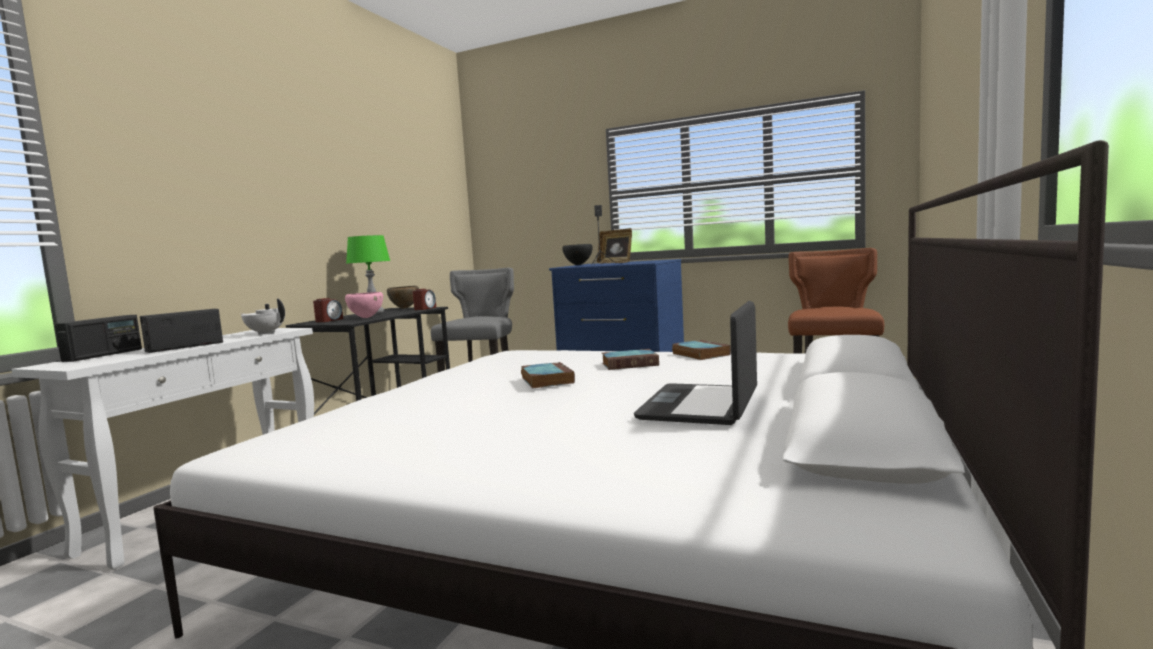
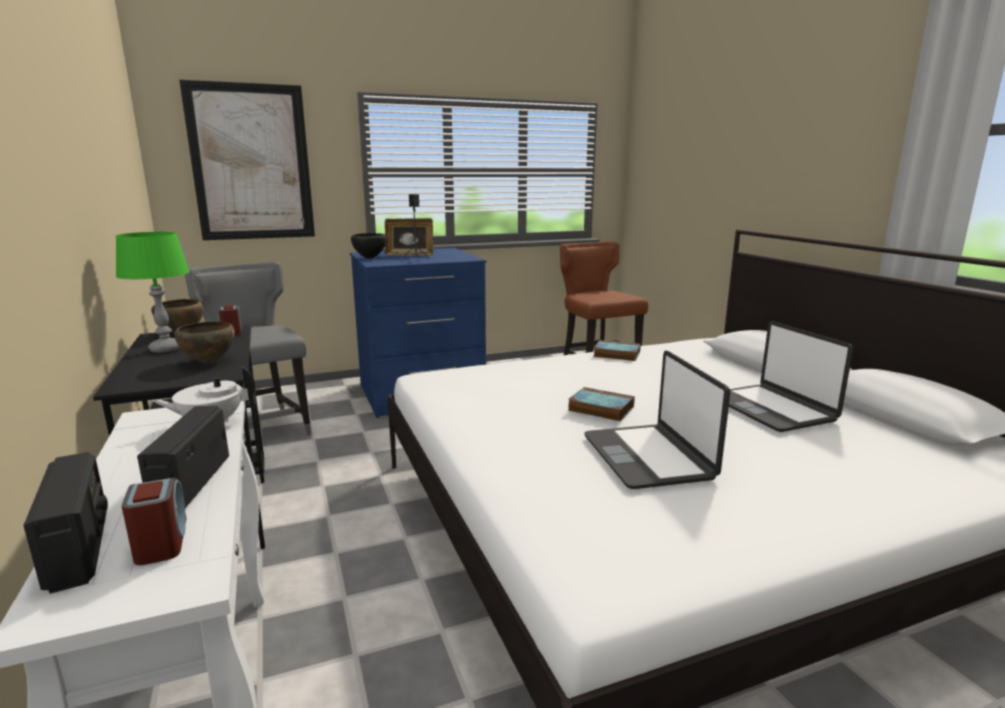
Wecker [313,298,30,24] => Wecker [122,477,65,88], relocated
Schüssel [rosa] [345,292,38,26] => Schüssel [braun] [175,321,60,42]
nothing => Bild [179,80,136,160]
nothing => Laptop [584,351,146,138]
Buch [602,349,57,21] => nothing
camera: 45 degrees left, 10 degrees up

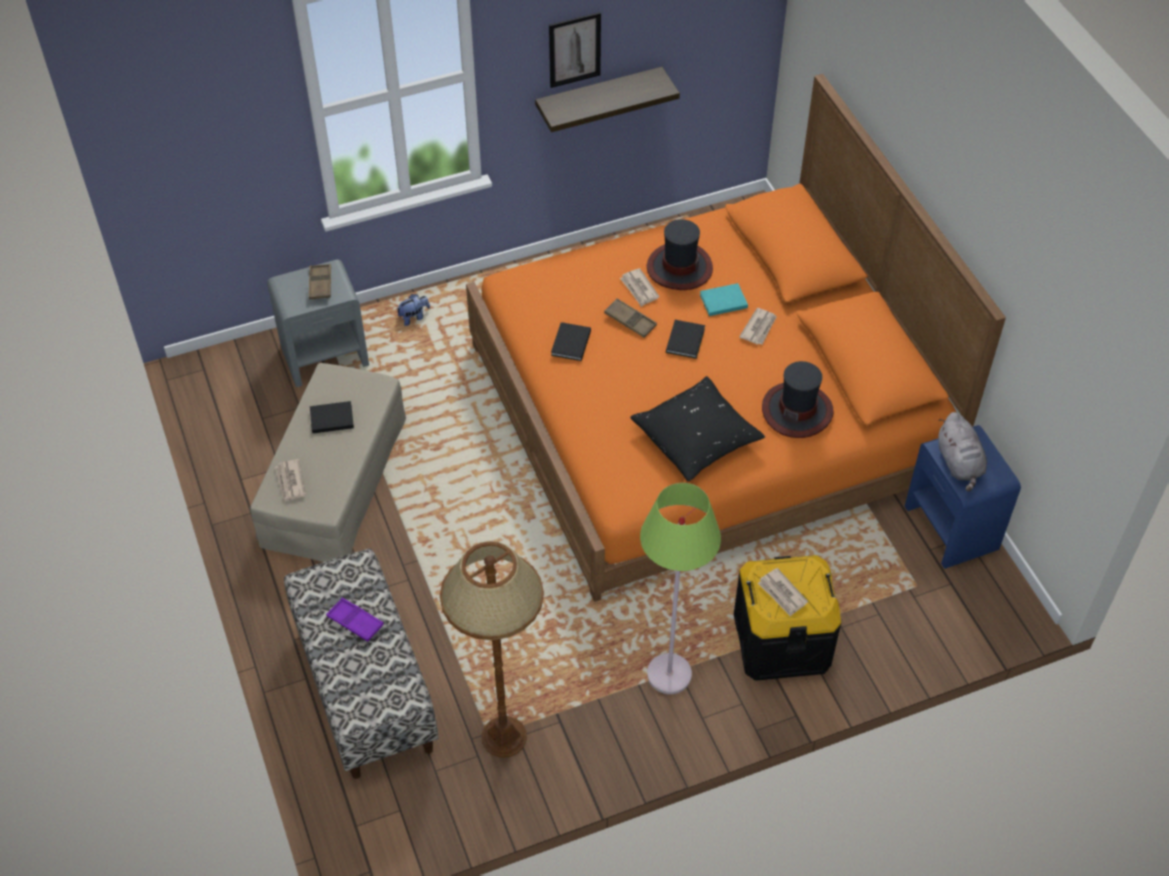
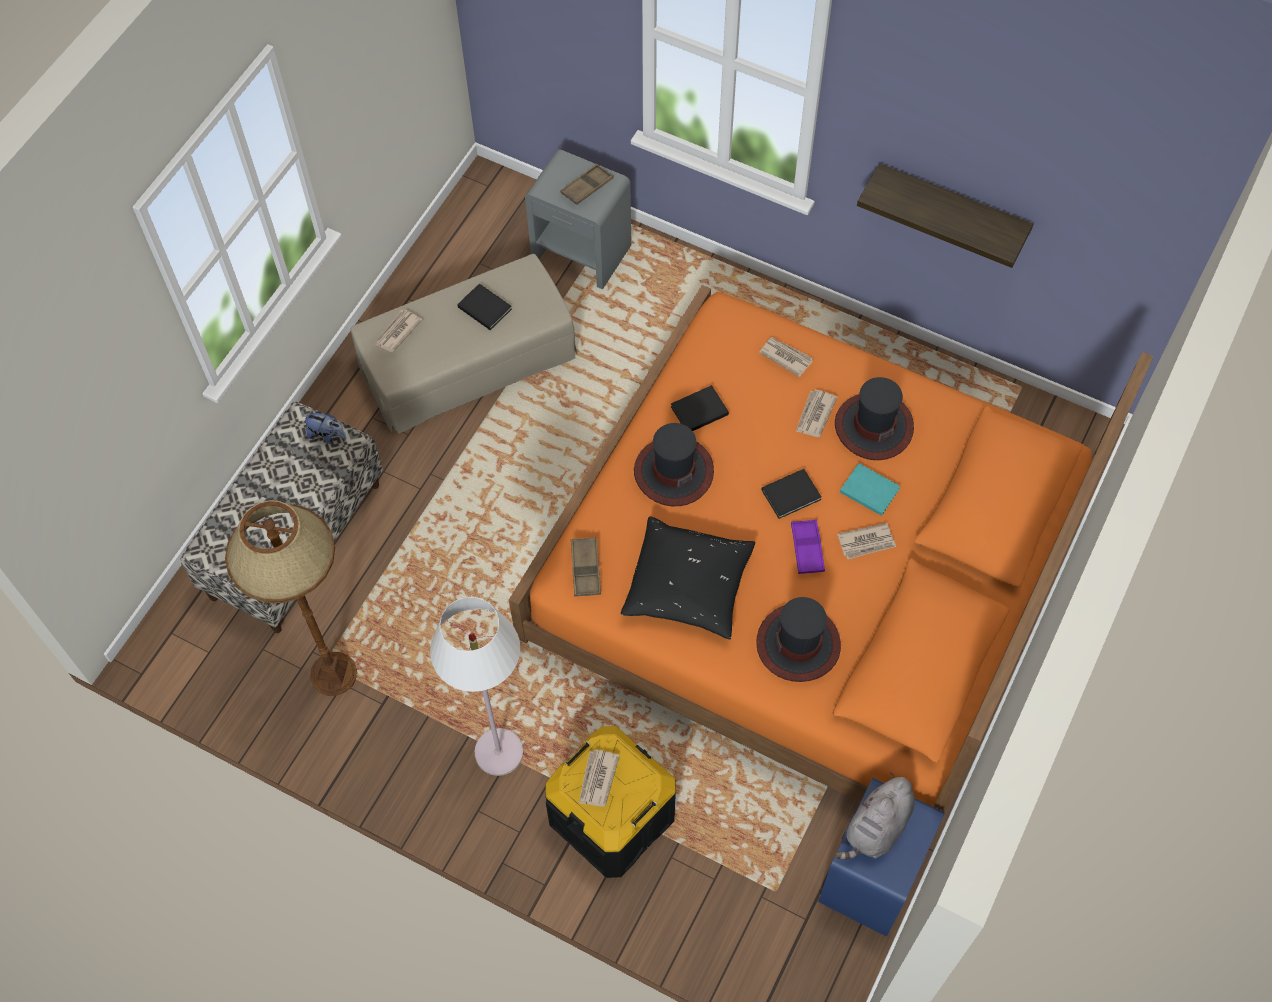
Plüschtier [396,294,34,32] => Plüschtier [303,413,43,31], relocated
Stehlampe [grün] [640,483,81,211] => Stehlampe [weiß] [430,597,93,179]
Tablett [braun] [604,298,53,40] => Tablett [braun] [571,537,30,59], relocated
nothing => Hut [634,423,80,83]
nothing => Zeitung [759,337,54,40]
Tablett [lila] [326,598,58,44] => Tablett [lila] [791,519,34,55], relocated
Bild [549,12,52,76] => nothing
camera: 50 degrees right, 10 degrees up

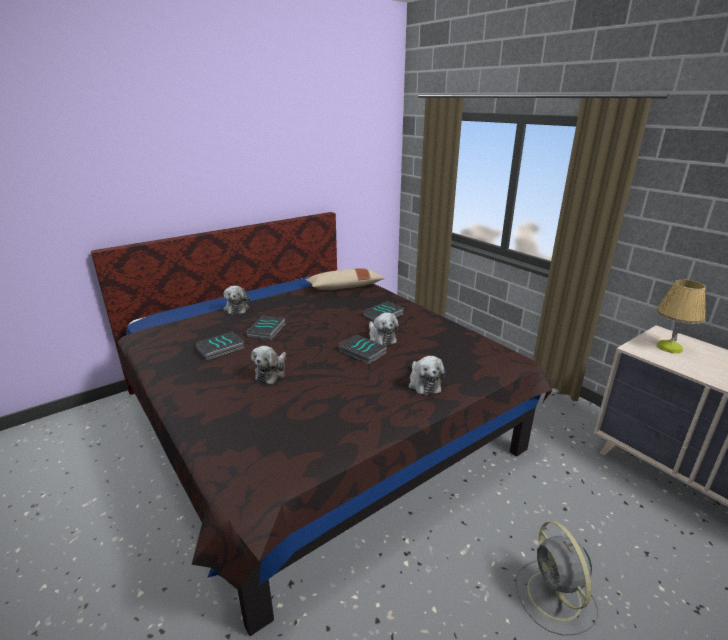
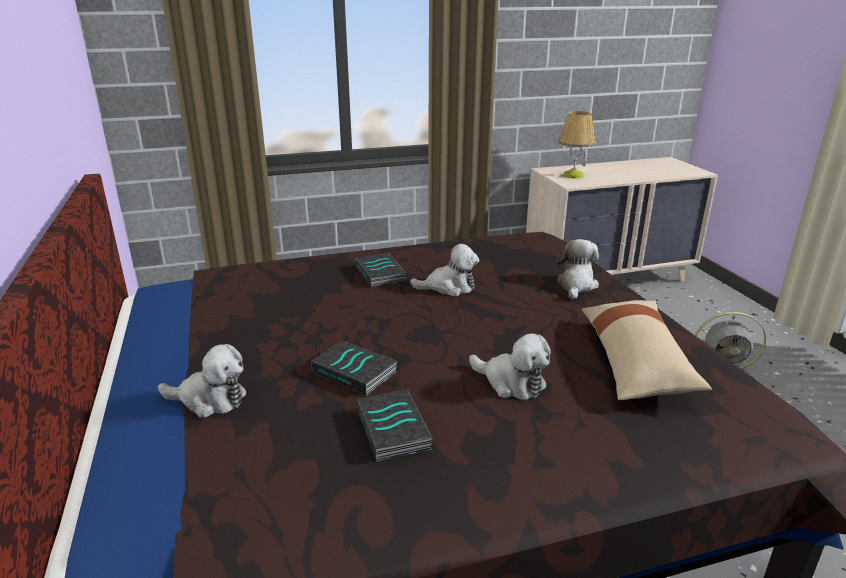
Plüschtier [409,356,37,39] => Plüschtier [556,239,43,60], 75 degrees counterclockwise
Kissen [beige] [306,268,79,22] => Kissen [beige] [582,300,130,100], relocated
Buch [339,335,48,29] => nothing
camera: 70 degrees left, 0 degrees up

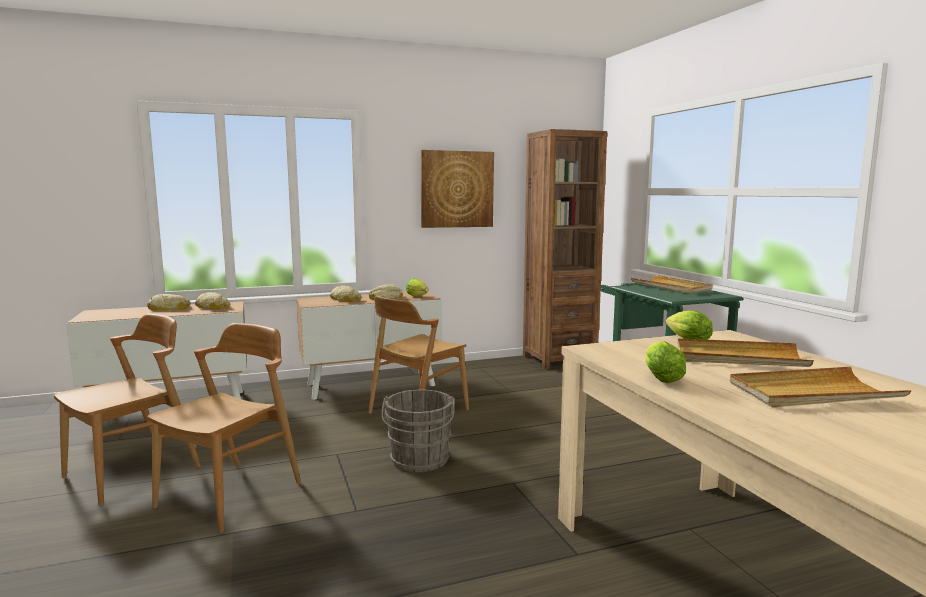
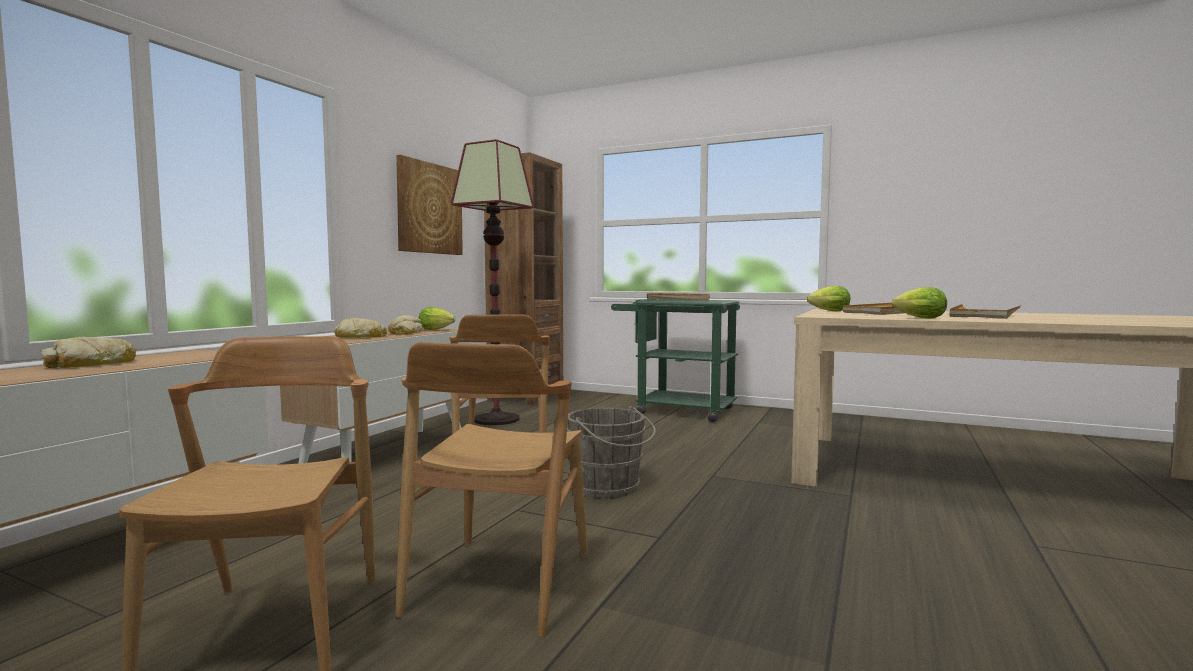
Stuhl [braun] [148,323,153,210] => Stuhl [braun] [395,342,193,295], 150 degrees counterclockwise
nothing => Stehlampe [451,139,83,286]
Brot [195,292,35,18] => nothing
camera: 45 degrees left, 5 degrees down

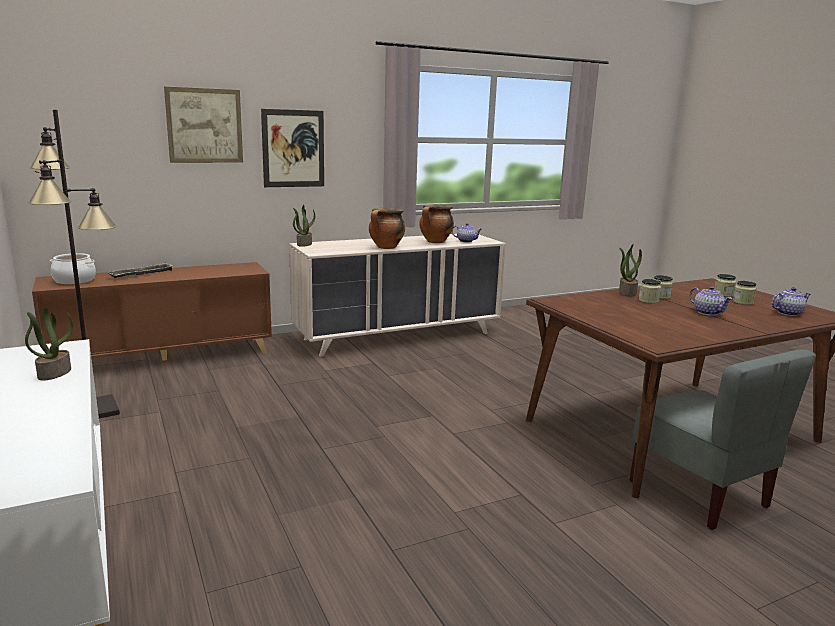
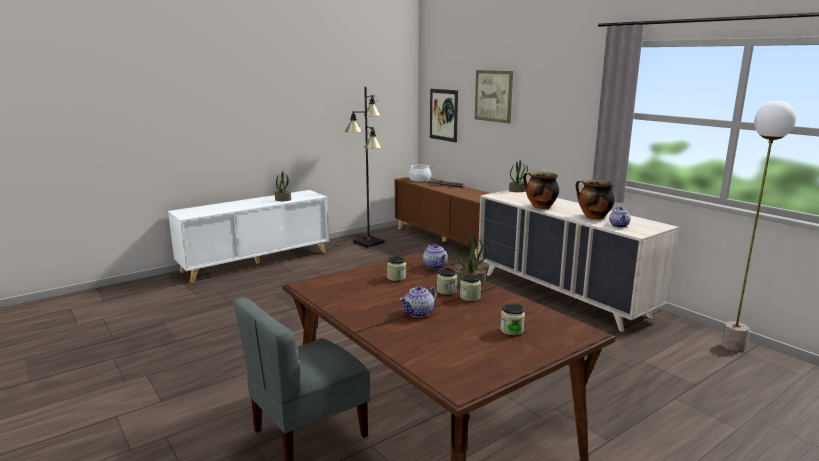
Vorratsglas [733,281,24,24] => Vorratsglas [387,256,19,25], relocated
Teekanne [771,287,39,29] => Teekanne [423,244,25,25], relocated
Bild [261,109,63,78] => Bild [430,89,28,53], relocated
nothing => Stehlampe [721,101,75,251]
camera: 80 degrees right, 0 degrees up

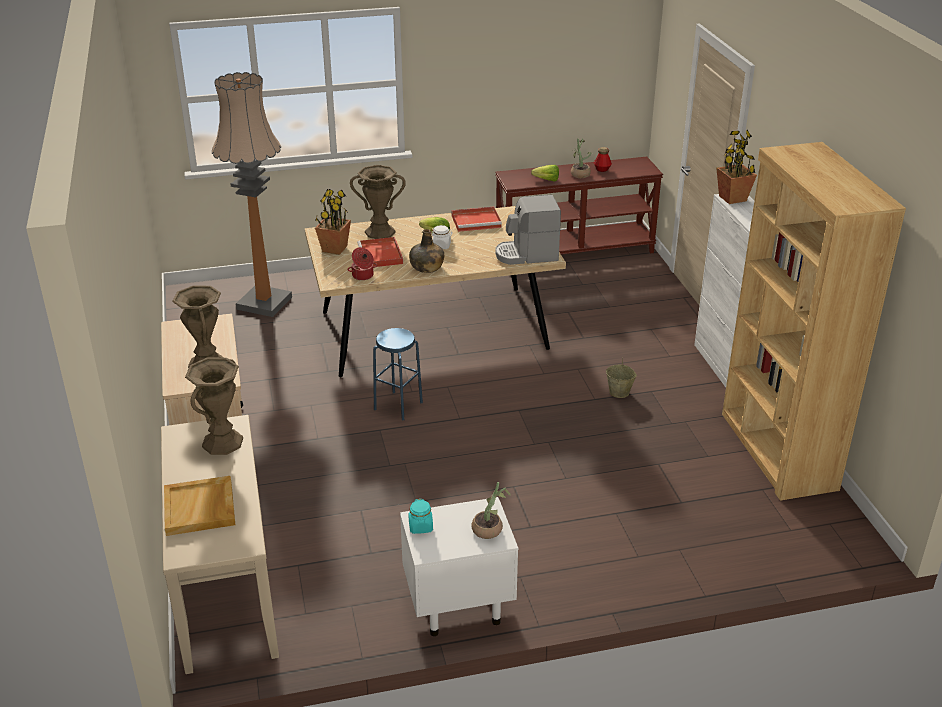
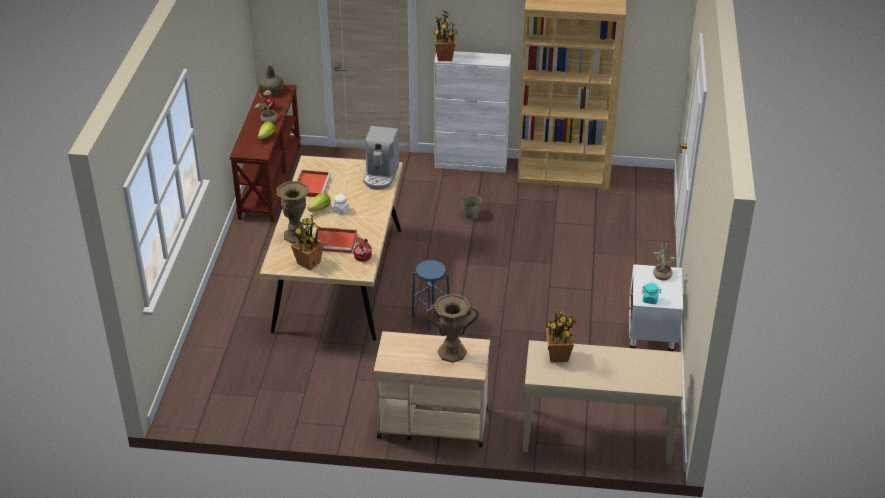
Flasche [grün] [409,229,35,44] => Flasche [grün] [258,65,26,31], relocated
Vase [braun] [185,358,58,97] => Topfpflanze [546,310,31,52]
Tablett [beige] [164,476,71,60] => nothing
Stehlampe [212,72,80,245] => nothing
camera: 70 degrees left, 5 degrees up

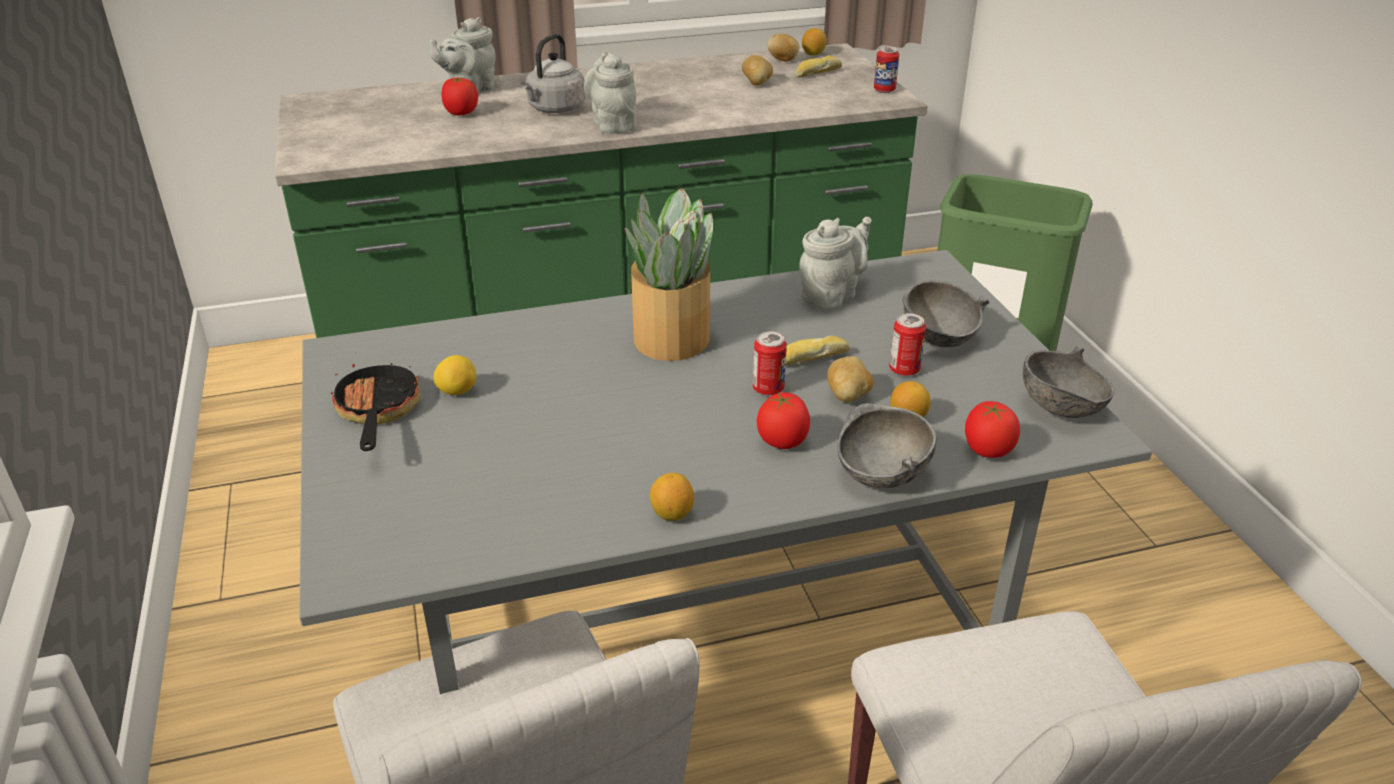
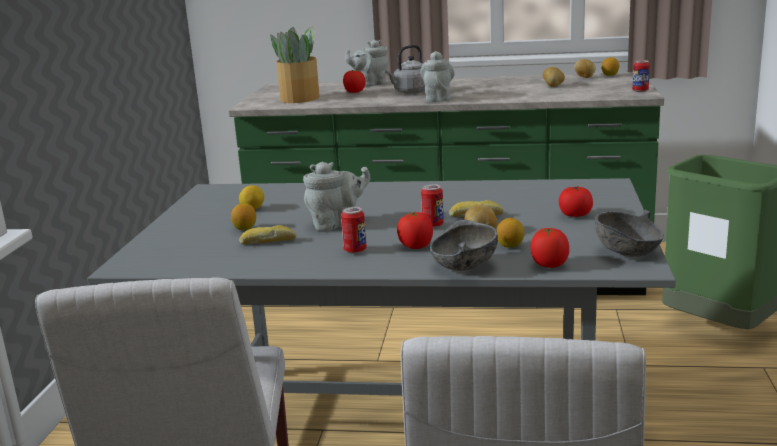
Zitrone [650,473,44,48] => Zitrone [231,203,25,27], relocated
Brot [795,55,47,22] => Brot [239,225,57,20], relocated
Topfpflanze [625,188,88,173] => Topfpflanze [270,26,50,77], relocated
Teekanne [grau] [800,217,72,94] => Teekanne [grau] [303,162,67,69], relocated
Dose [889,313,37,63] => Dose [341,207,26,47], relocated
Schüssel [grau] [902,281,87,66] => Tomate [559,186,34,31]
Pfanne [330,352,90,99] => nothing
camera: 25 degrees right, 15 degrees down

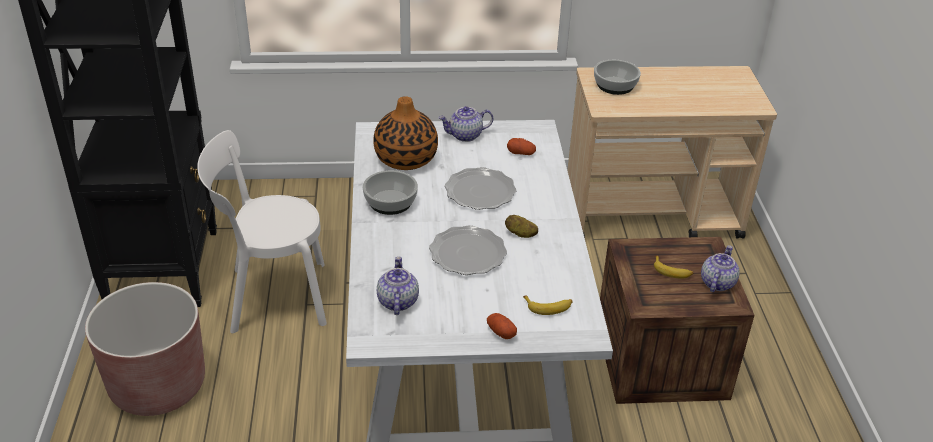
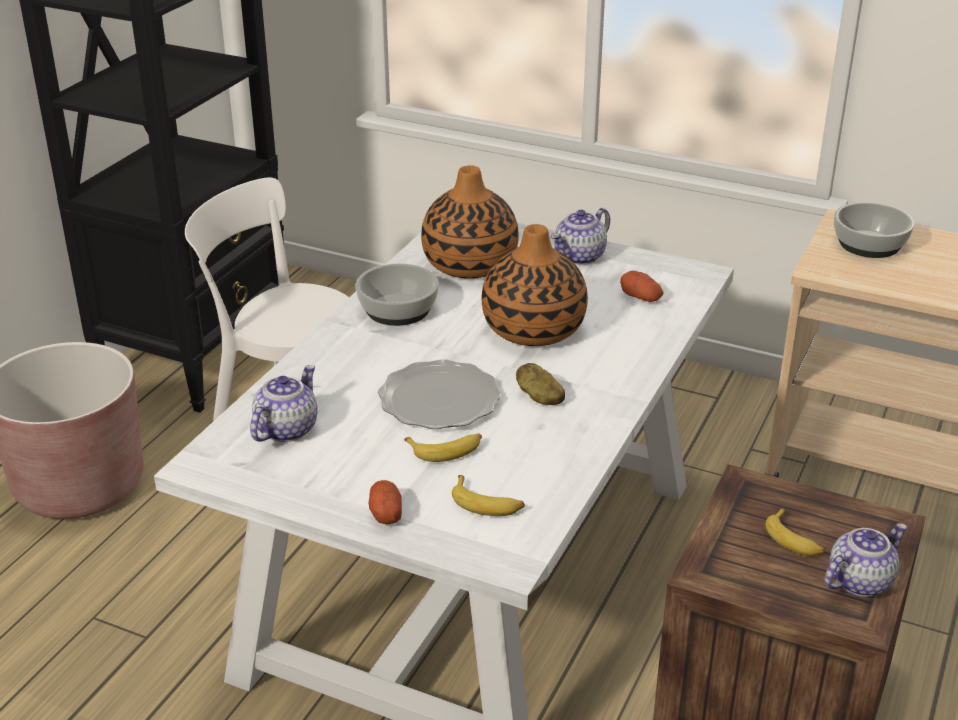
nothing => Banane [404,433,78,29]
Teller [445,167,72,43] => Vase [482,224,106,122]
Teekanne [438,106,55,36] => Teekanne [551,208,59,57], 60 degrees counterclockwise
camera: 30 degrees right, 5 degrees down

